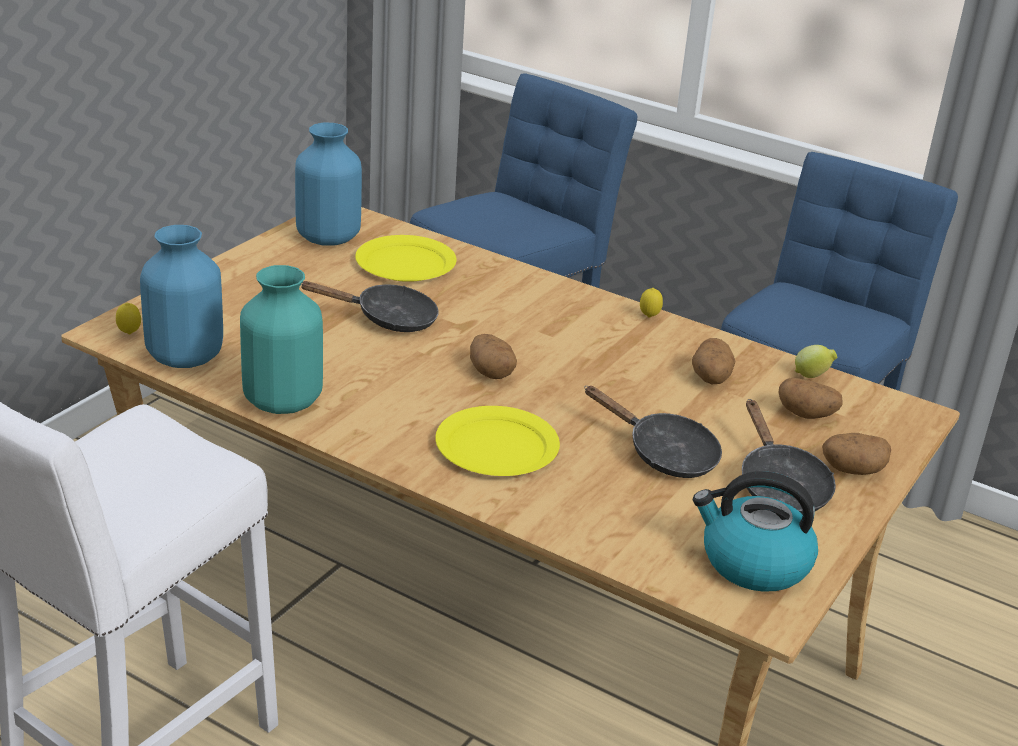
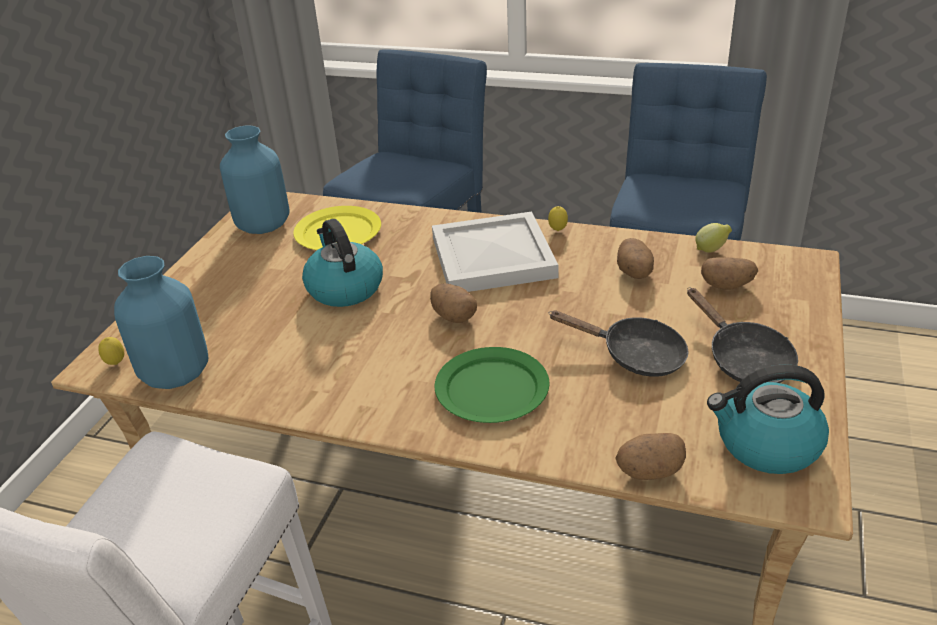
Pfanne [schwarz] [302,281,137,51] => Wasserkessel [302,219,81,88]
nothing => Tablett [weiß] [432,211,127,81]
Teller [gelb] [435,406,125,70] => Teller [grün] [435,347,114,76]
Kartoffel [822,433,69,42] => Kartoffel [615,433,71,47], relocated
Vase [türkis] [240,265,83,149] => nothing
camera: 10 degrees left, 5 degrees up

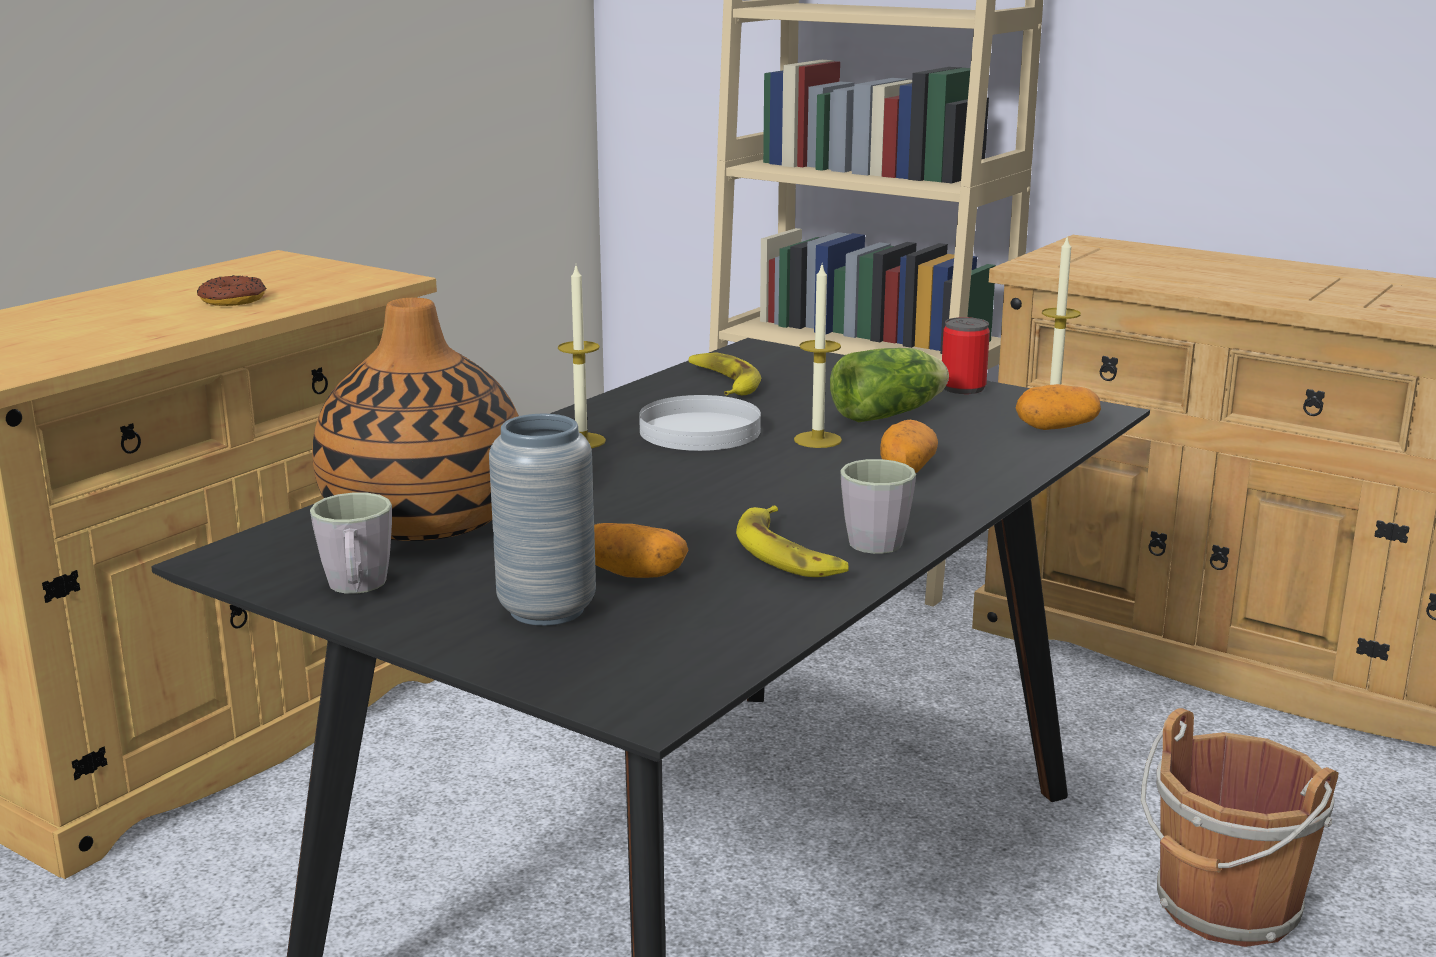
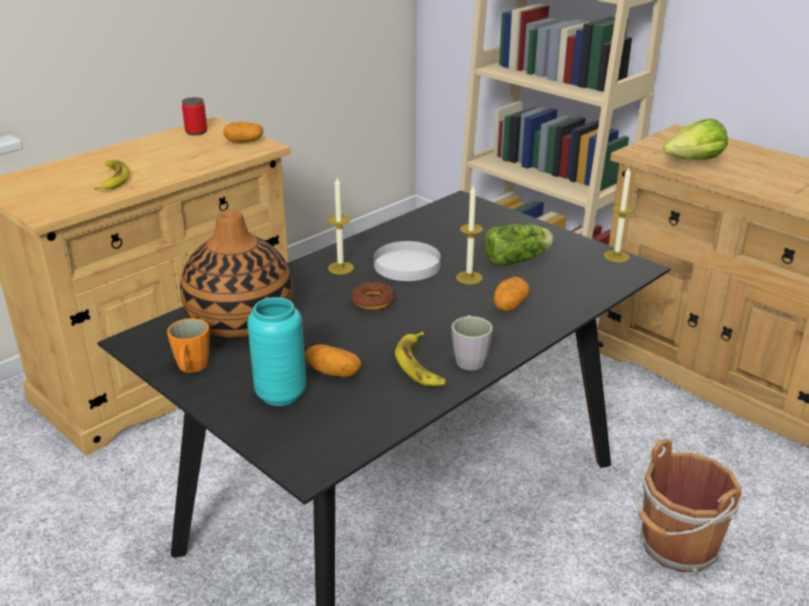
Banane [689,352,72,43] => Banane [94,160,35,30], relocated
Henkelbecher [grau] [310,493,82,101] => Henkelbecher [orange] [167,318,43,55]
Dose [942,317,48,77] => Dose [182,97,25,39], relocated
Kartoffel [1016,384,85,46] => Kartoffel [223,122,40,21], relocated
Vase [grau] [489,414,107,212] => Vase [türkis] [247,297,59,109]
Donut [197,275,69,31] => Donut [351,282,44,28], relocated
nothing => Salatkopf [663,118,65,42]
camera: 10 degrees right, 10 degrees up

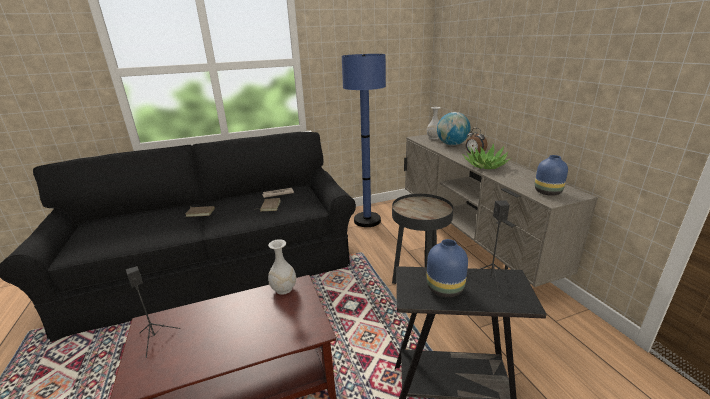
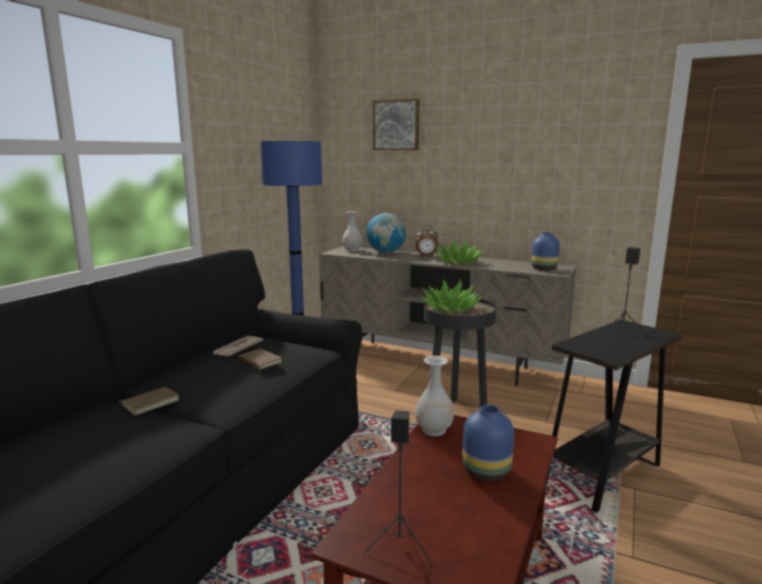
nothing => Bild [373,99,47,51]
nothing => Topfpflanze [419,279,64,33]
Vase [blau] [426,239,42,58] => Vase [blau] [462,404,52,77], relocated
camera: 45 degrees left, 10 degrees down

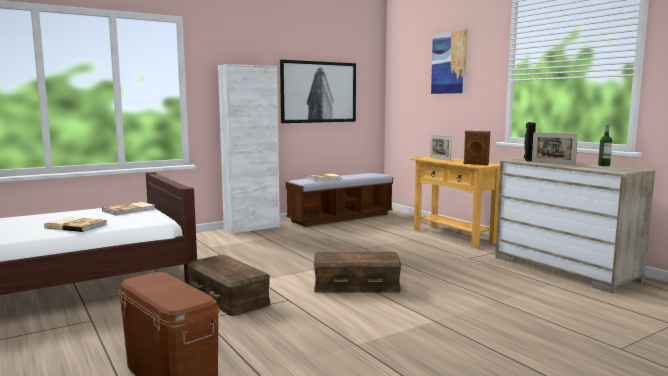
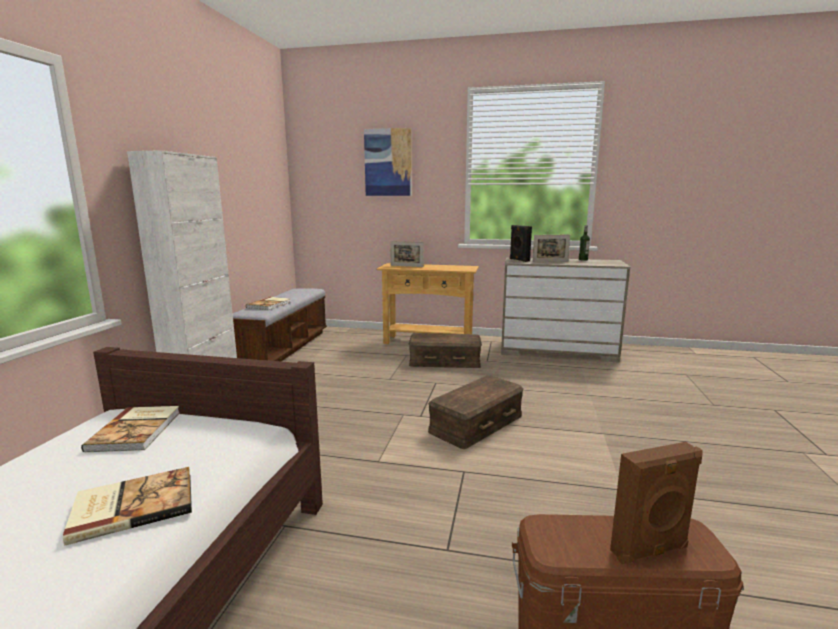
Aufbewahrungsbox [braun] [188,255,82,61] => Aufbewahrungsbox [braun] [409,333,73,35], relocated
Lautsprecher [braun] [463,131,27,34] => Lautsprecher [braun] [610,442,93,122], relocated
Bild [280,60,76,63] => nothing
camera: 45 degrees left, 5 degrees up

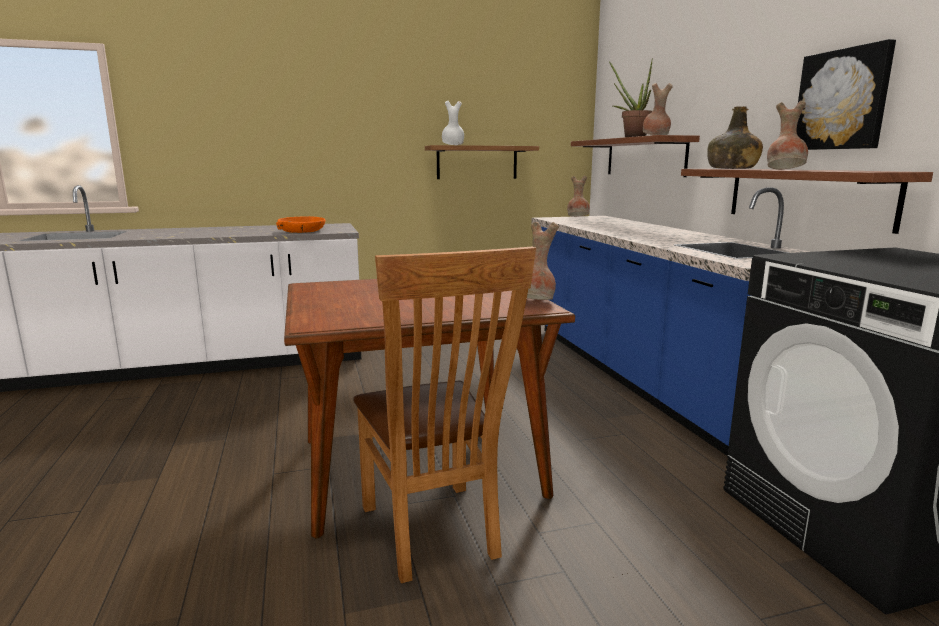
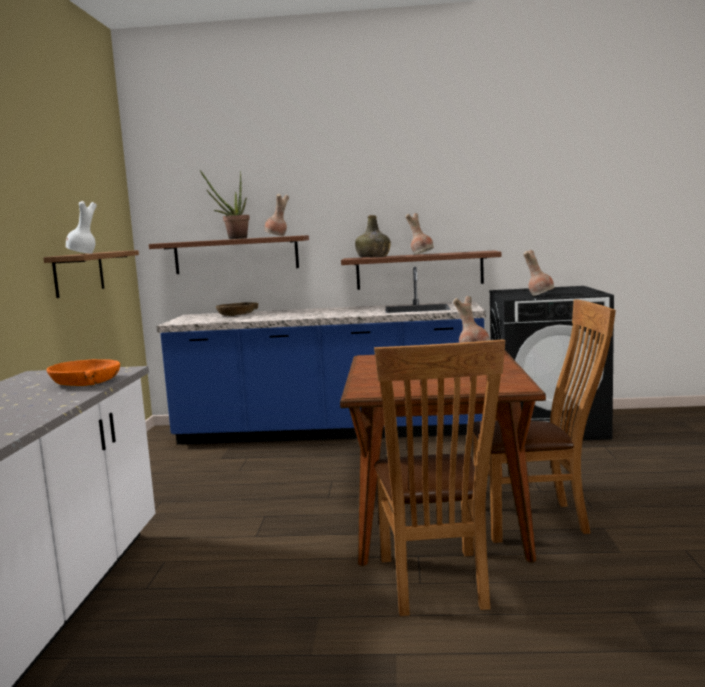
nothing => Schüssel [braun] [216,302,42,14]
nothing => Stuhl [braun] [374,339,131,277]
Vase [braun] [567,176,23,41] => Vase [braun] [523,250,31,46], relocated
Bild [796,39,100,111] => nothing
camera: 70 degrees left, 5 degrees down

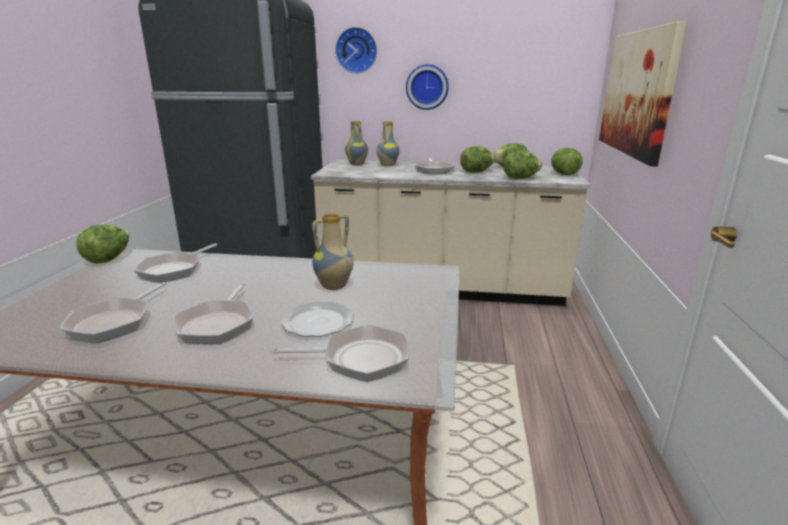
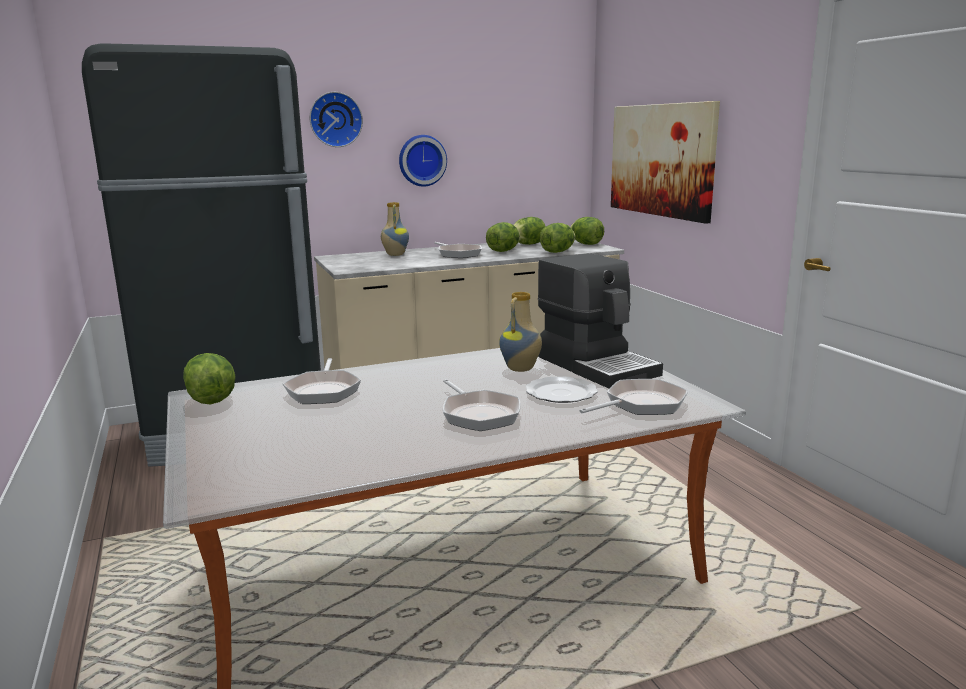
nothing => Kaffeemaschine [538,253,125,135]
Pfanne [59,282,108,61] => nothing
Vase [345,121,23,44] => nothing
camera: 30 degrees left, 5 degrees down

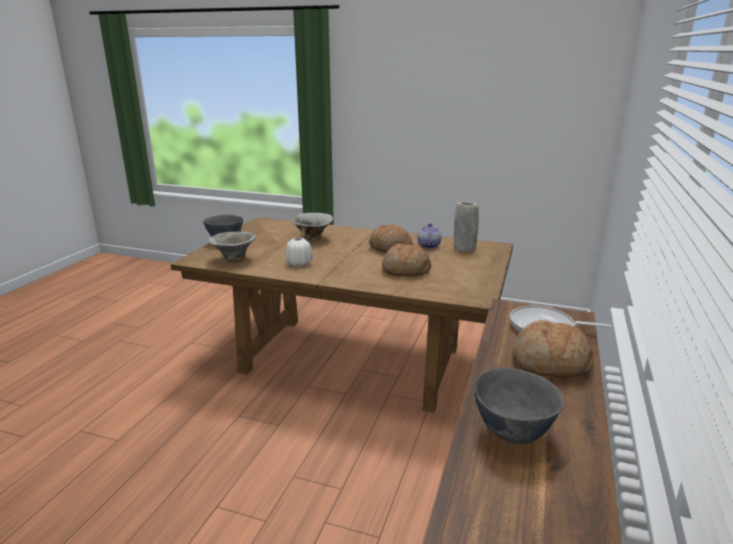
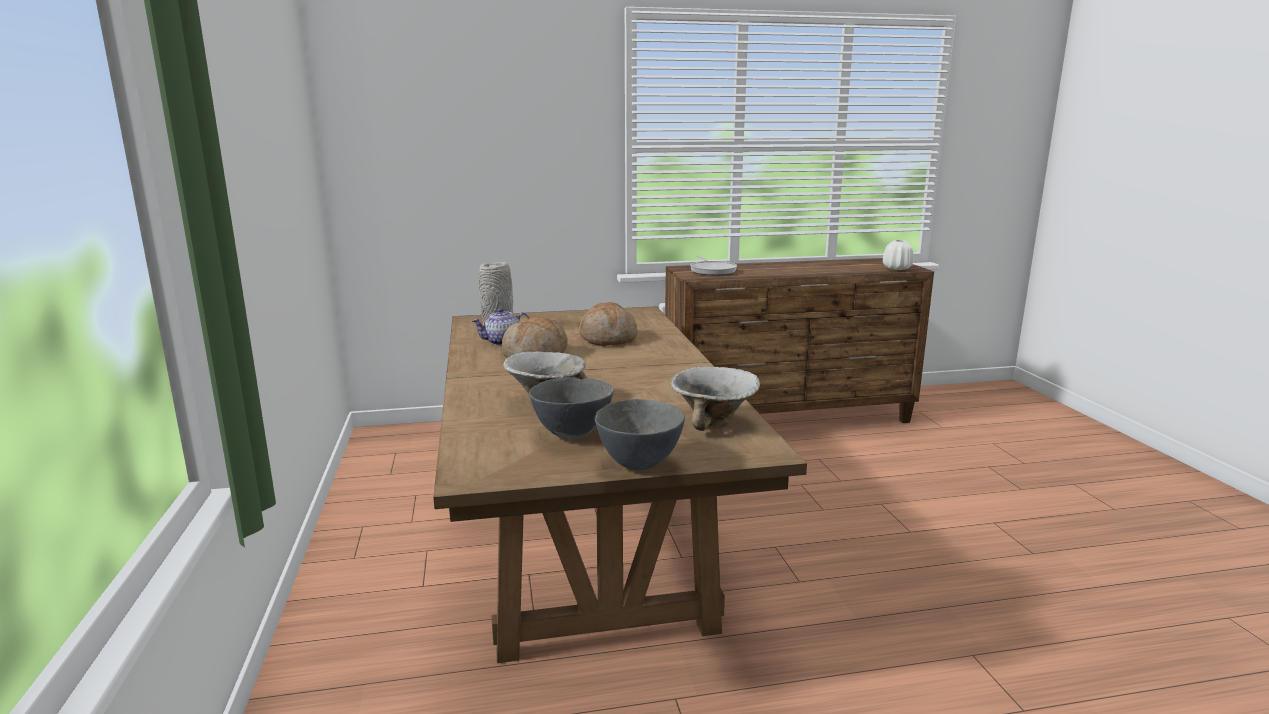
Schüssel [grau] [474,368,90,76] => Schüssel [grau] [529,378,85,61], relocated
Vase [weiß] [285,237,28,29] => Vase [weiß] [883,240,31,30], relocated
Brot [512,320,82,58] => nothing
camera: 120 degrees left, 5 degrees down

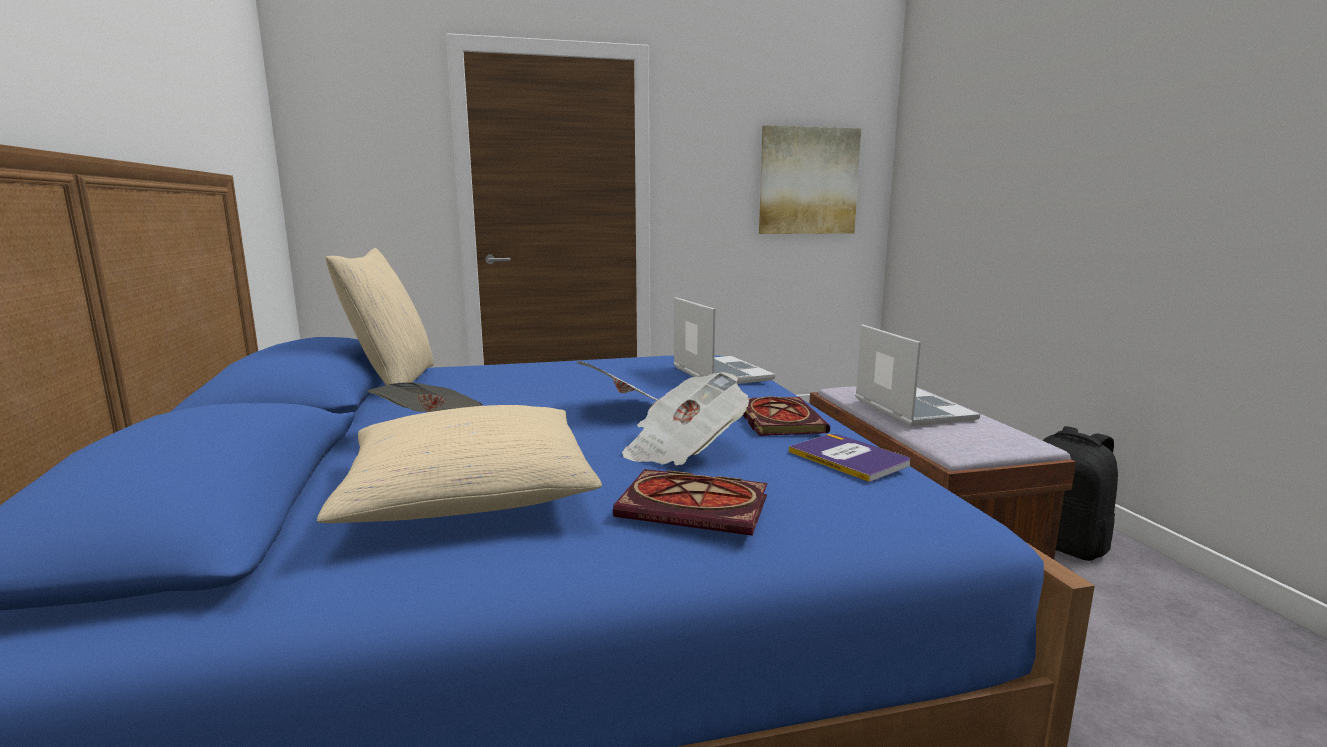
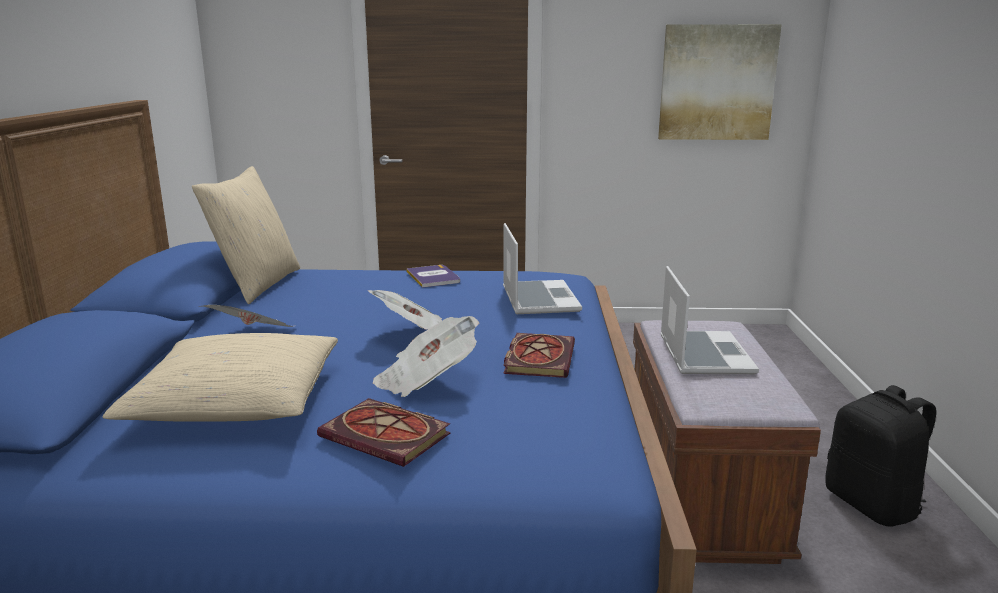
Buch [789,434,121,48] => Buch [406,265,54,23], relocated
camera: 15 degrees right, 5 degrees up

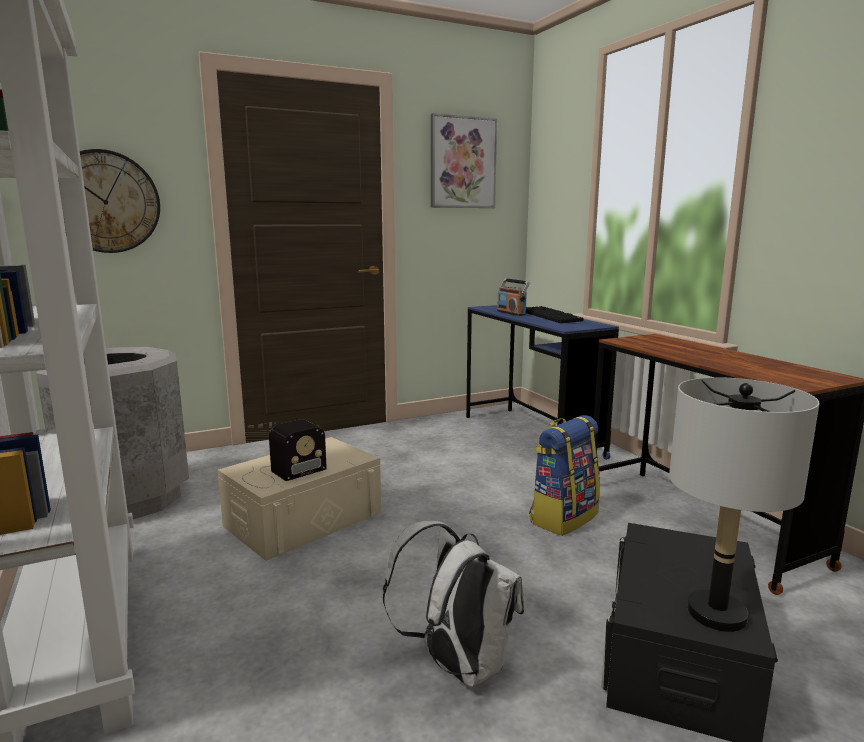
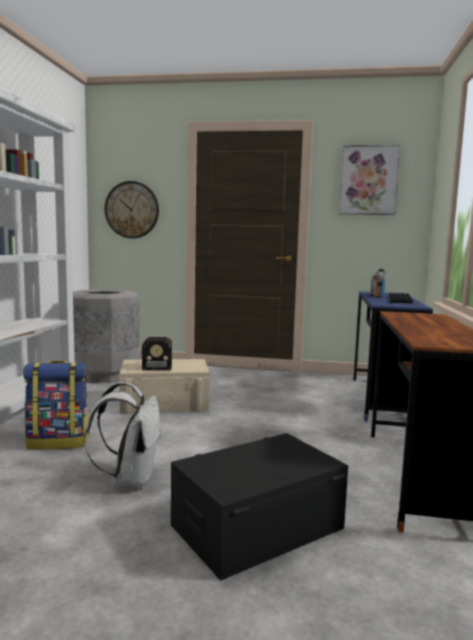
Rucksack [529,415,71,121] => Rucksack [23,361,66,89], relocated
Tischlampe [grau] [669,377,150,255] => nothing
camera: 35 degrees right, 5 degrees down

